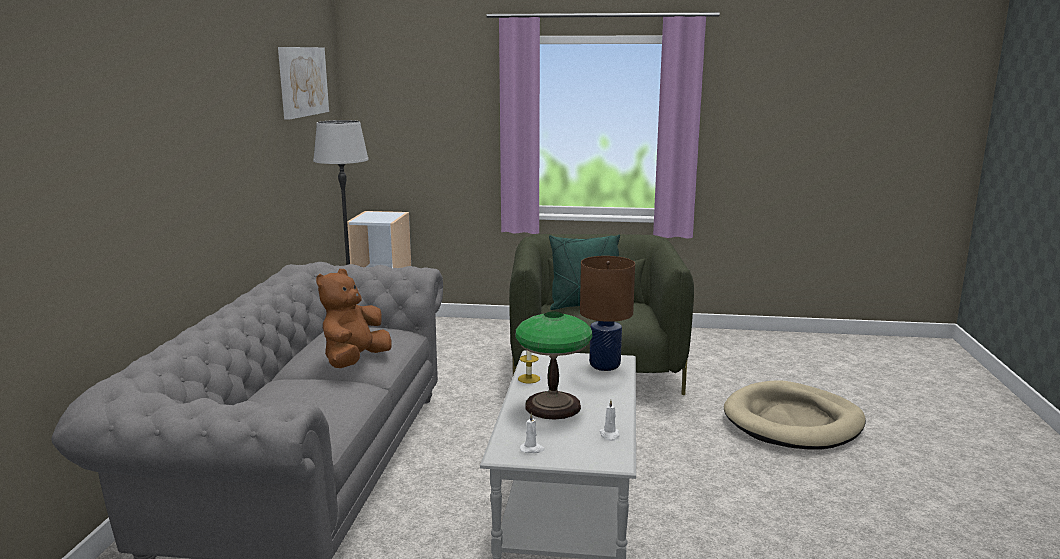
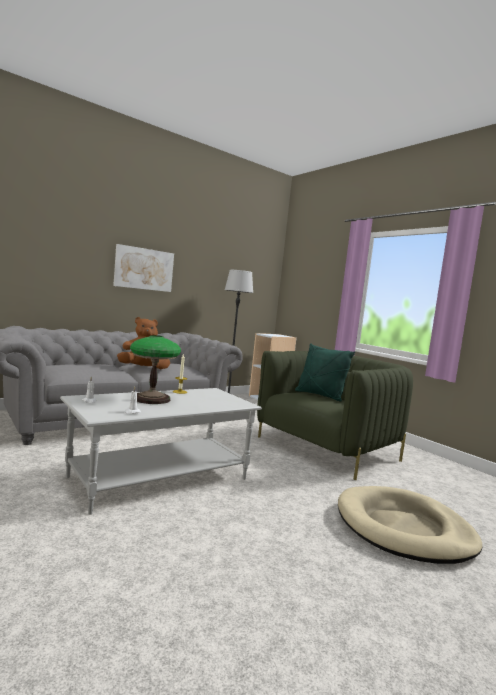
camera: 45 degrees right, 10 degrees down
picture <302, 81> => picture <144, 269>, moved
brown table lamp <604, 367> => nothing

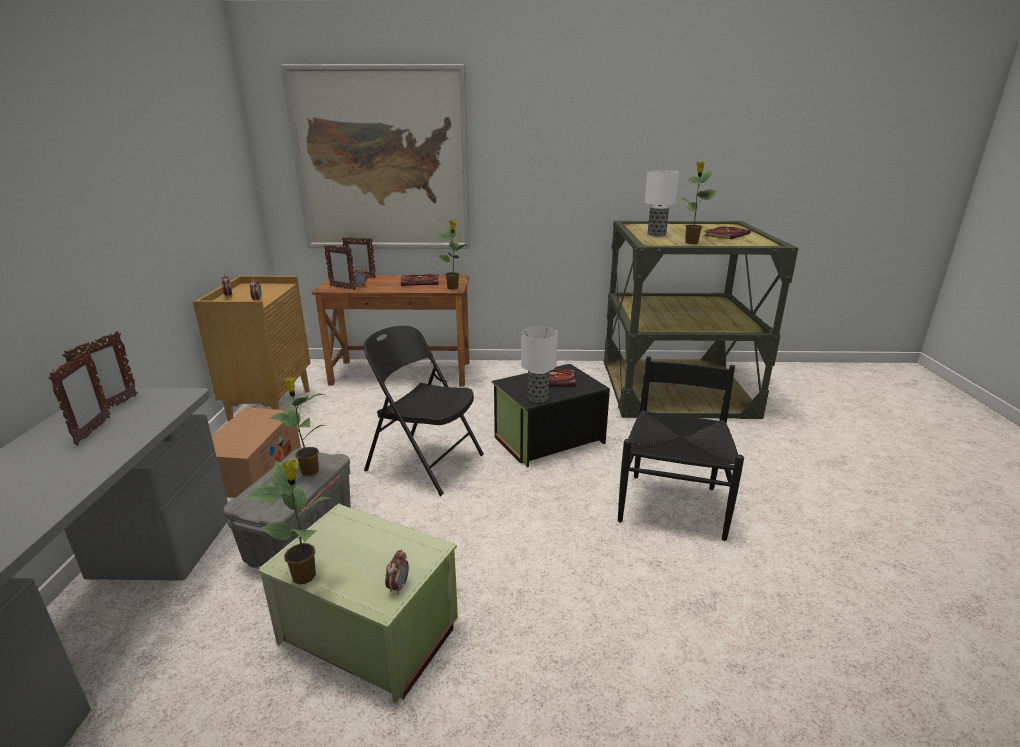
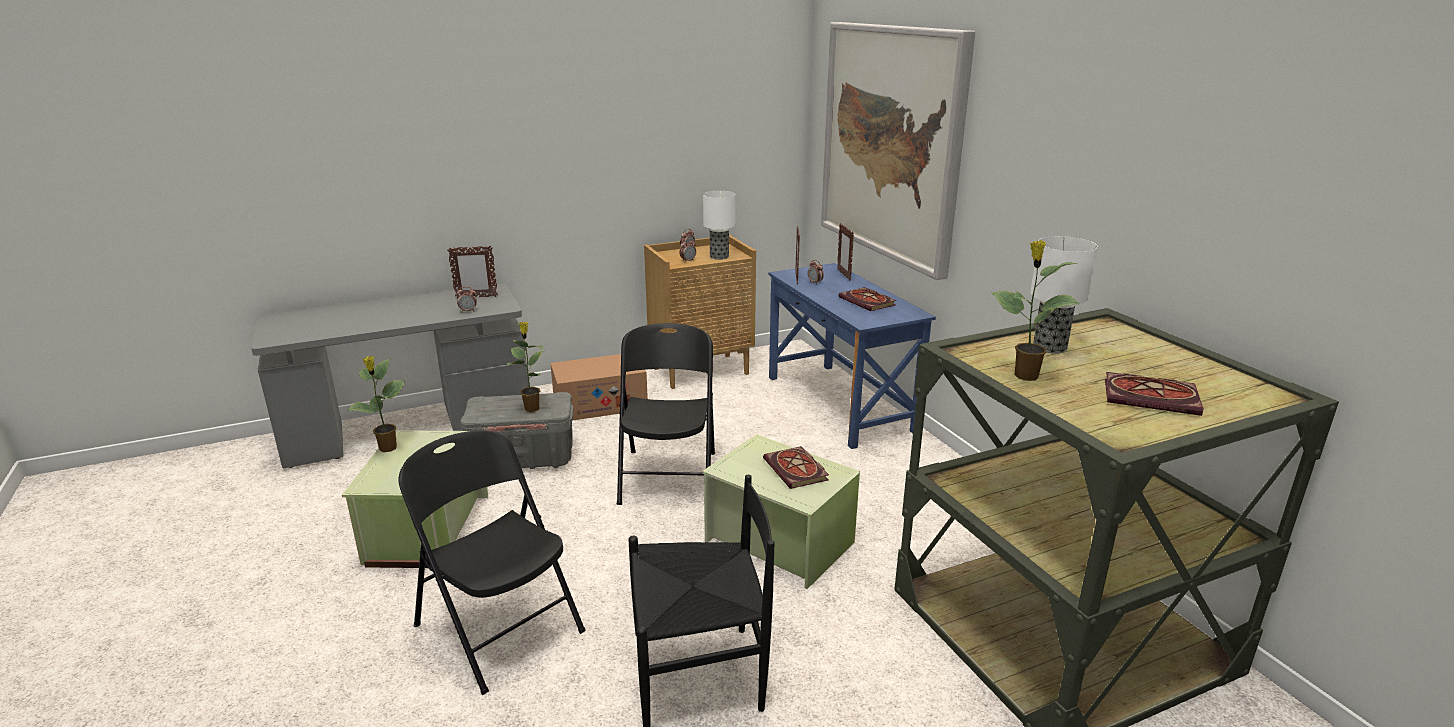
camera: 65 degrees right, 0 degrees up
potted plant <453, 288> => nothing
brown desk <402, 373> => blue desk <839, 403>
table lamp <538, 397> => table lamp <719, 257>, moved
picture frame <93, 431> => nothing
black storage box <547, 438> => green storage box <779, 540>
alarm clock <398, 586> => alarm clock <468, 311>, moved
nothing => black chair <499, 628>

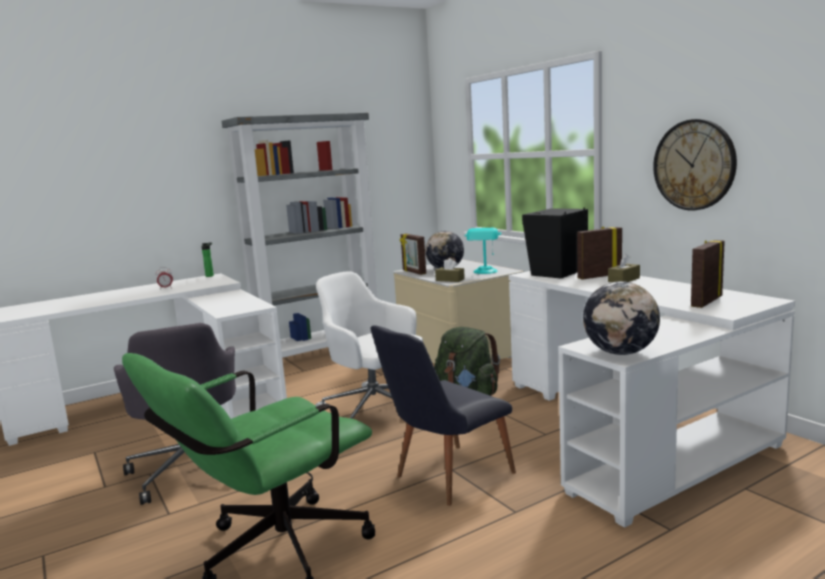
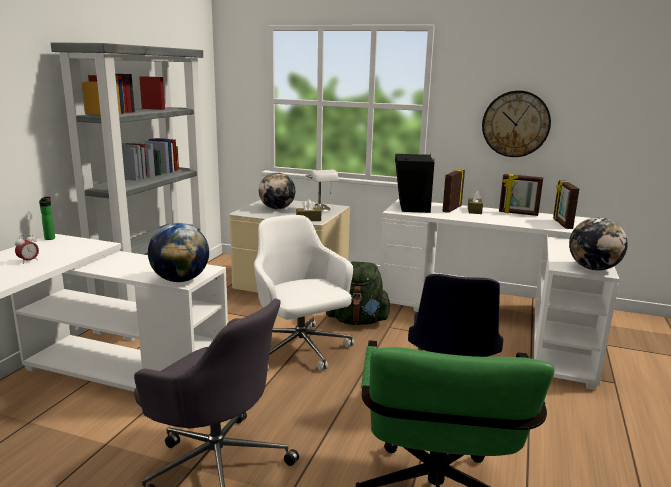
camera: 40 degrees left, 5 degrees up
turquoise table lamp <485, 272> => white table lamp <322, 210>
picture frame <413, 272> => picture frame <518, 213>, moved
white office chair <375, 408> => white office chair <300, 350>, 60 degrees clockwise
nothing => globe <180, 280>

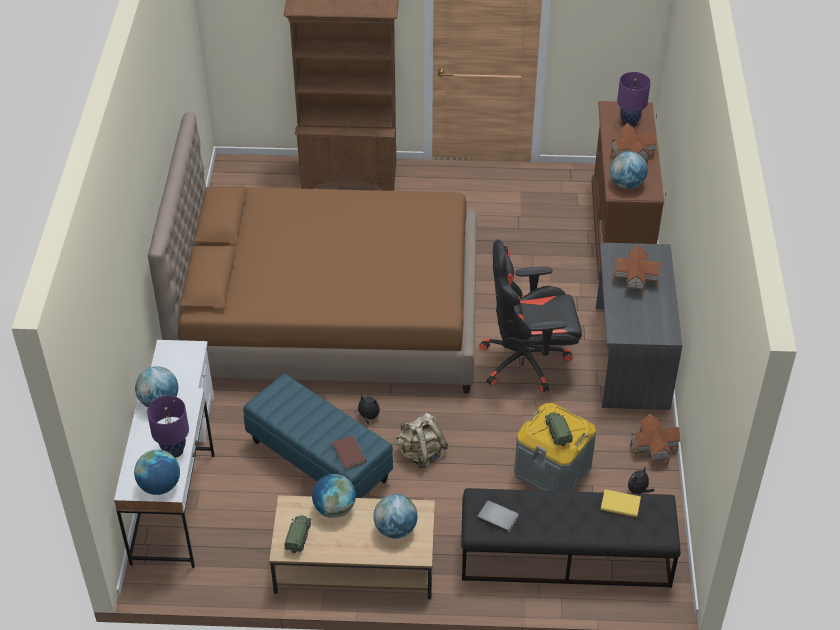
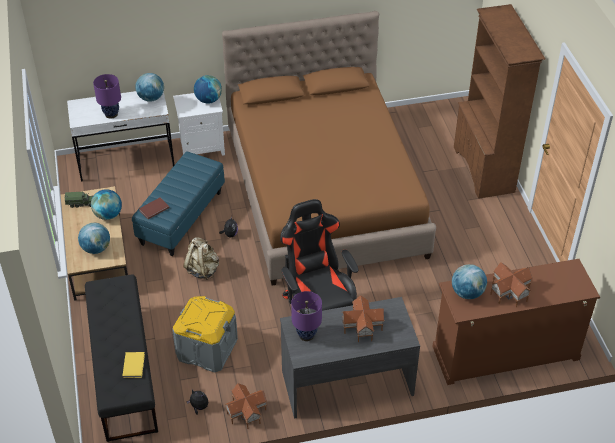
camera: 75 degrees right, 0 degrees up
purple table lamp <629, 122> => purple table lamp <306, 335>, moved
toy truck <557, 432> => nothing
globe <159, 486> => globe <208, 100>, moved
grey book <498, 516> => nothing

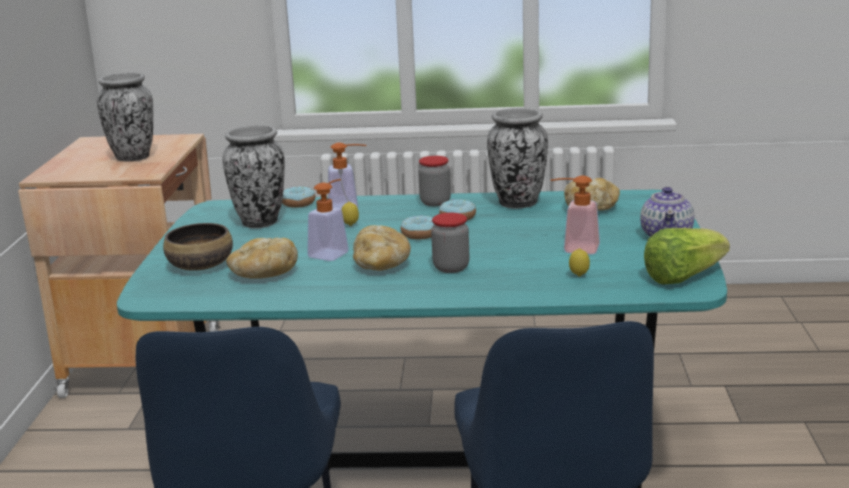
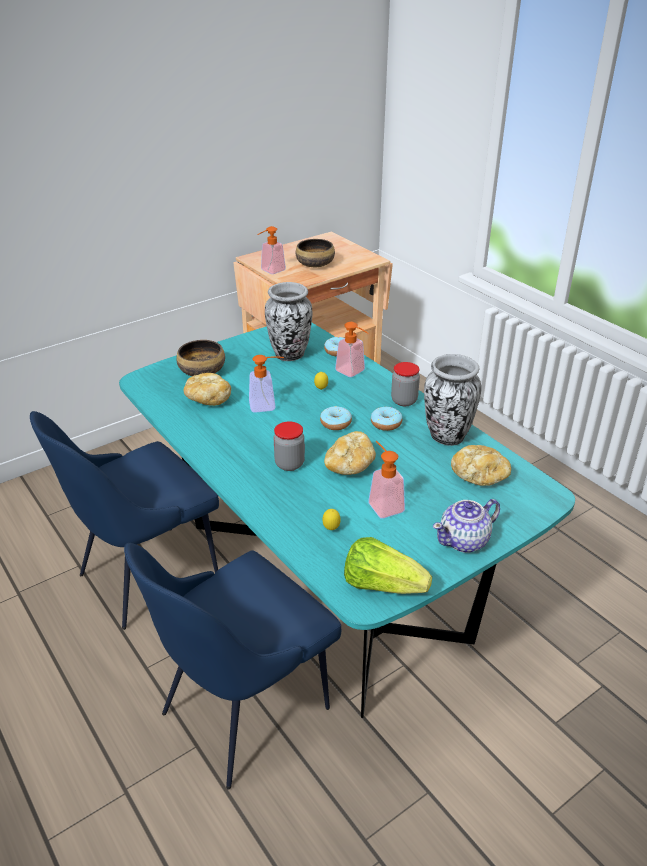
camera: 50 degrees right, 15 degrees up
vase <133, 157> => bowl <315, 264>
bread <381, 265> => bread <350, 466>, moved
nothing => soap dispenser <270, 271>

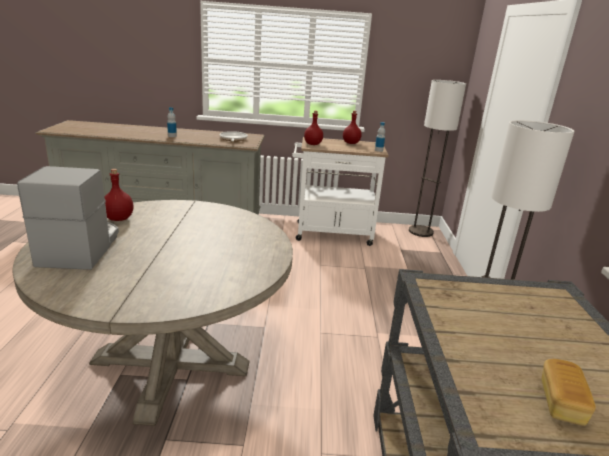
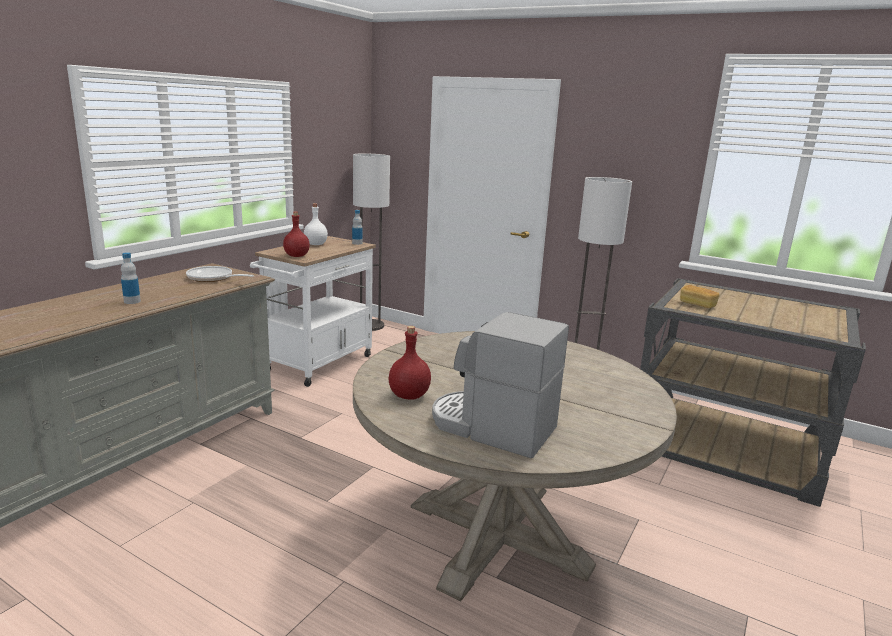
camera: 60 degrees left, 5 degrees down
red bottle <350, 143> => white bottle <315, 244>
bread <561, 402> => bread <697, 304>, moved

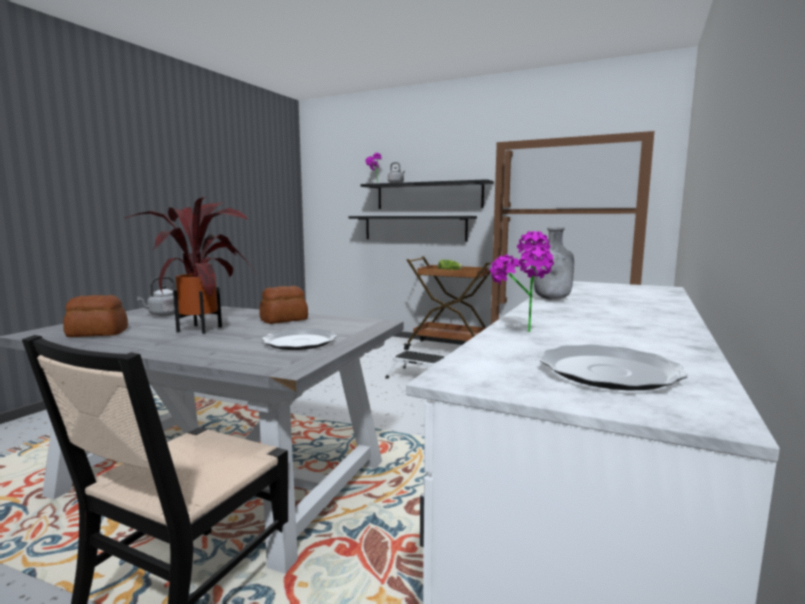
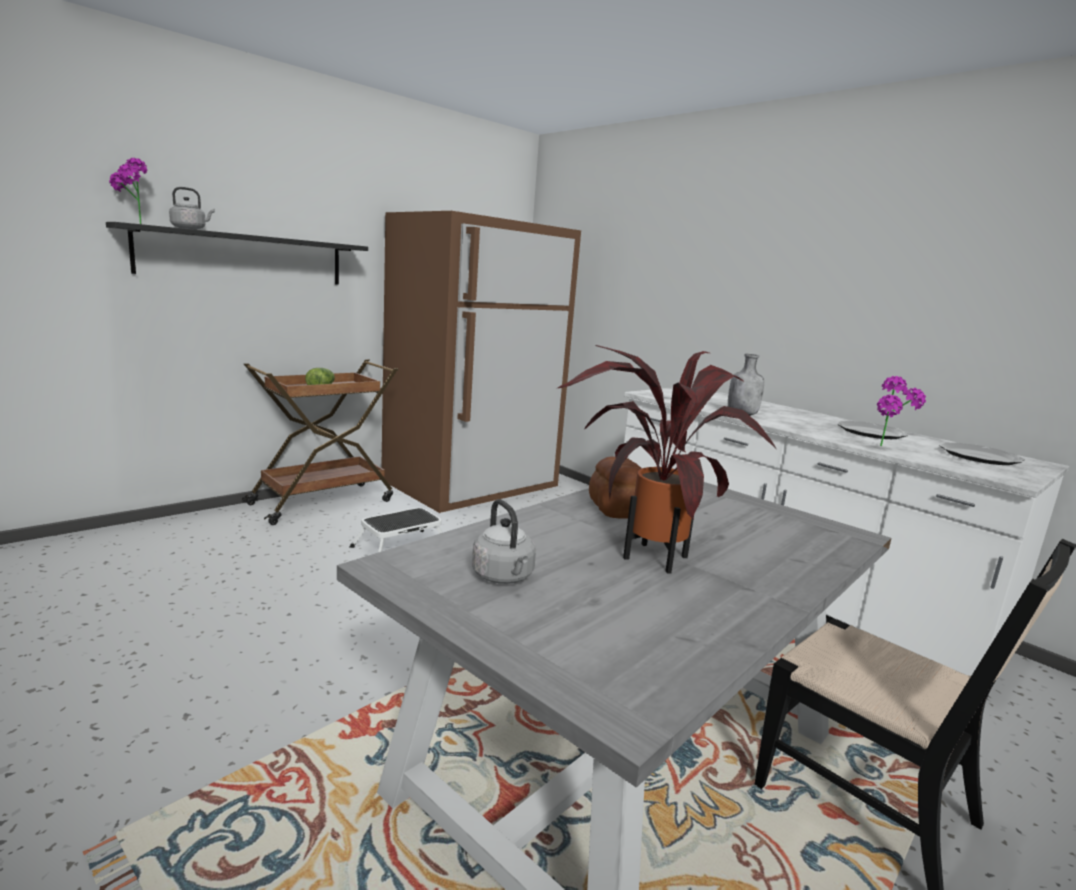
camera: 70 degrees left, 5 degrees up
black shelf <414, 228> => nothing
bread <97, 333> => nothing
plate <299, 342> => plate <871, 433>, moved

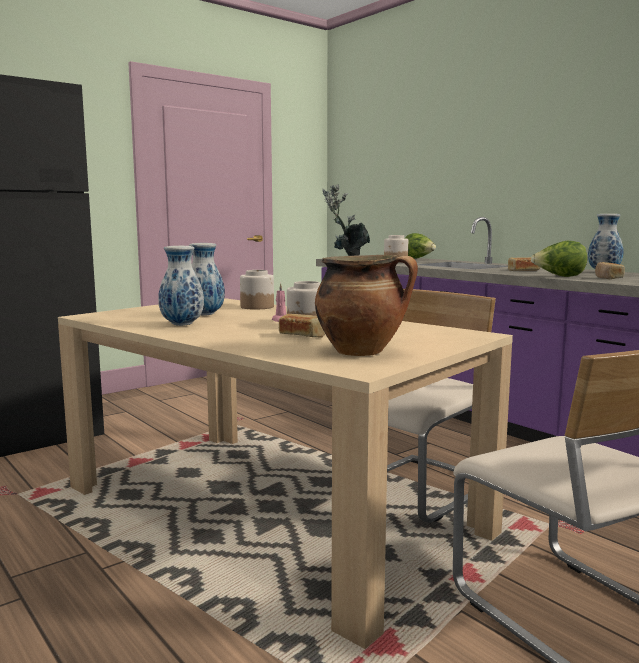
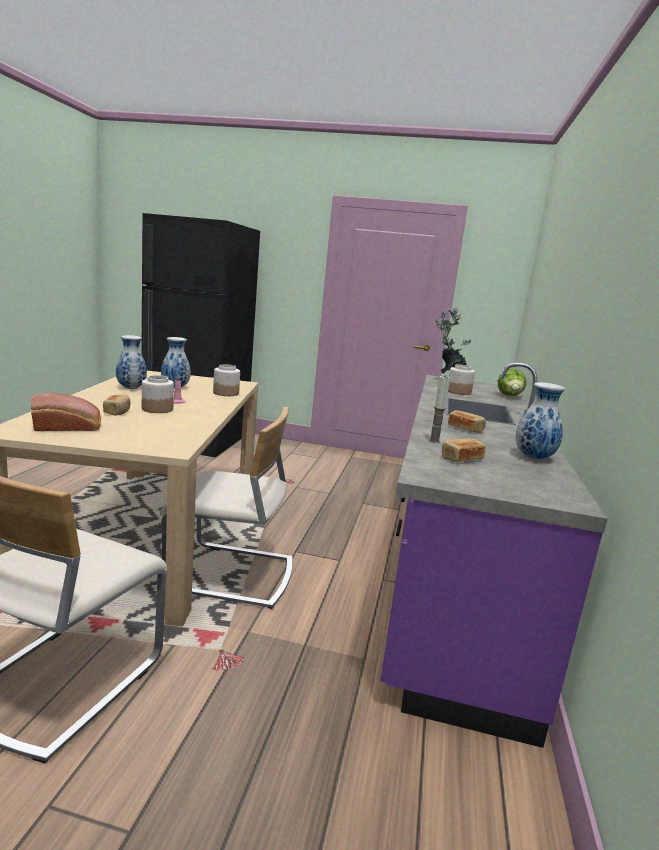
camera: 50 degrees right, 5 degrees up
lettuce <559, 276> => candle <434, 441>
cooking pot <362, 352> => bread <69, 427>

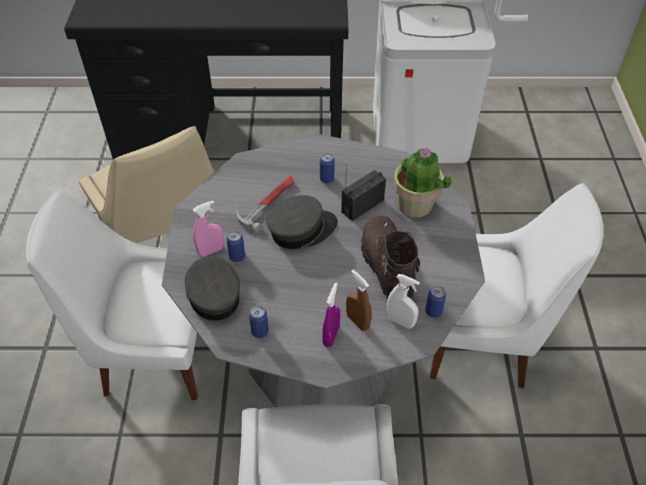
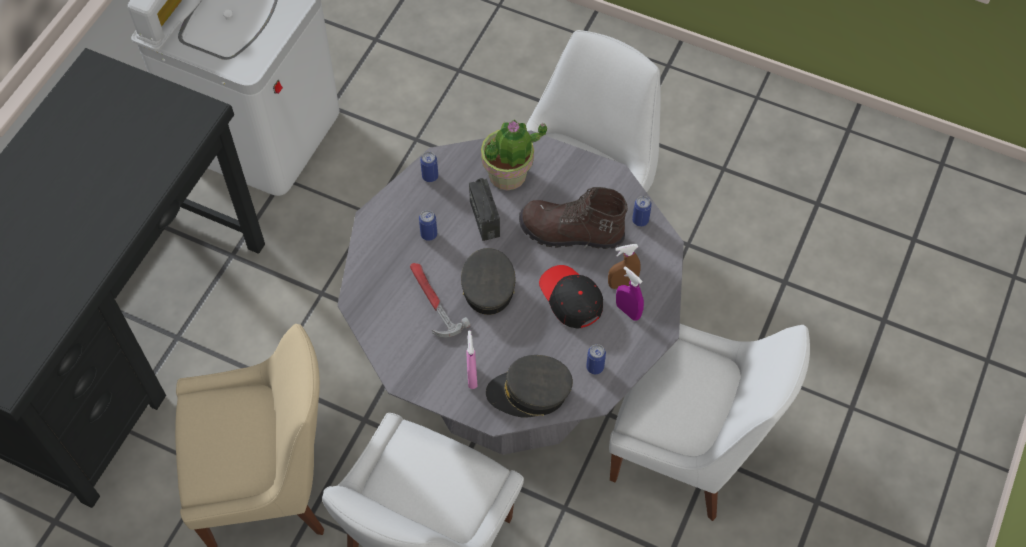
camera: 65 degrees left, 10 degrees up
can <237, 257> => can <430, 176>, moved
white spray bottle <400, 321> => nothing
nothing => black cap <570, 298>

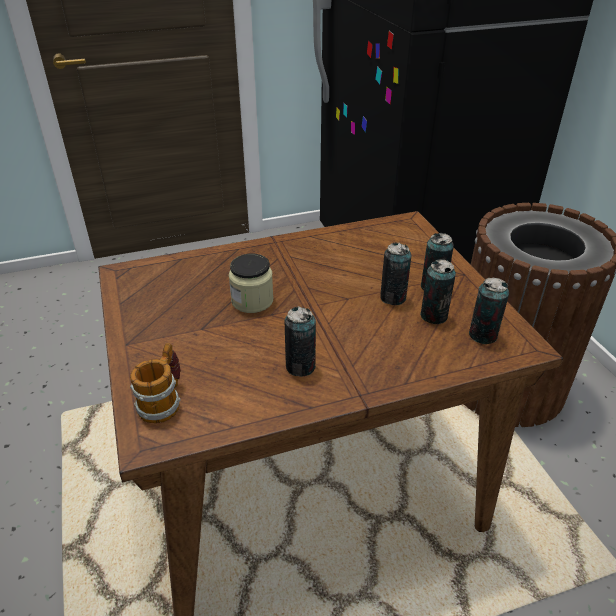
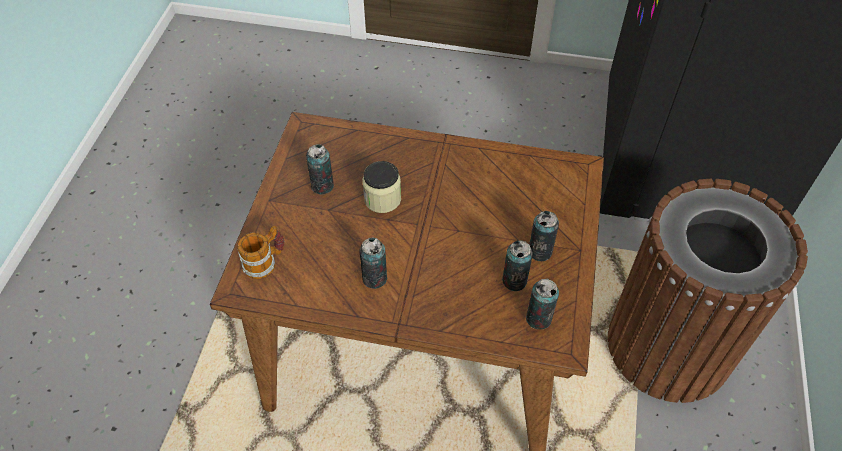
camera: 30 degrees right, 15 degrees up
can <393, 298> => can <322, 186>, moved

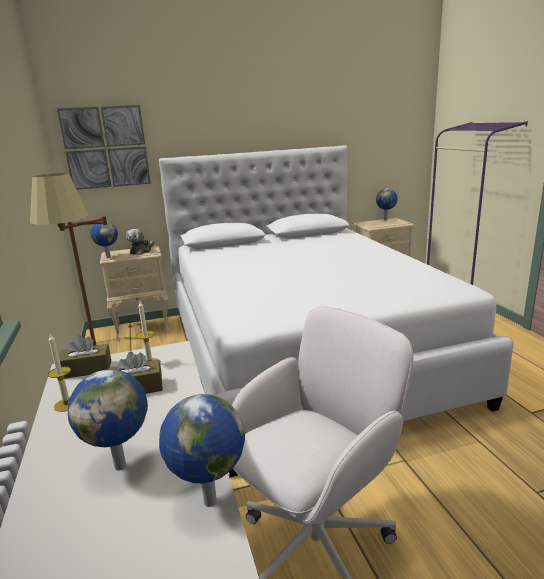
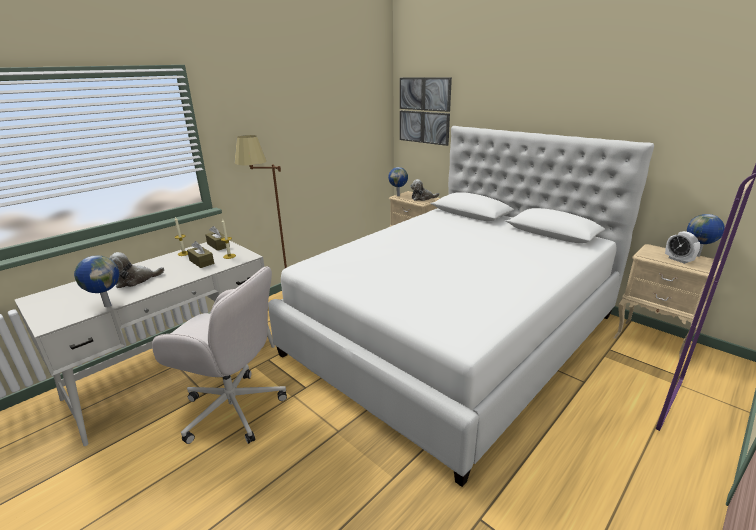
camera: 60 degrees right, 5 degrees up
globe <121, 465> => plush toy <135, 280>
nothing => alarm clock <678, 260>

